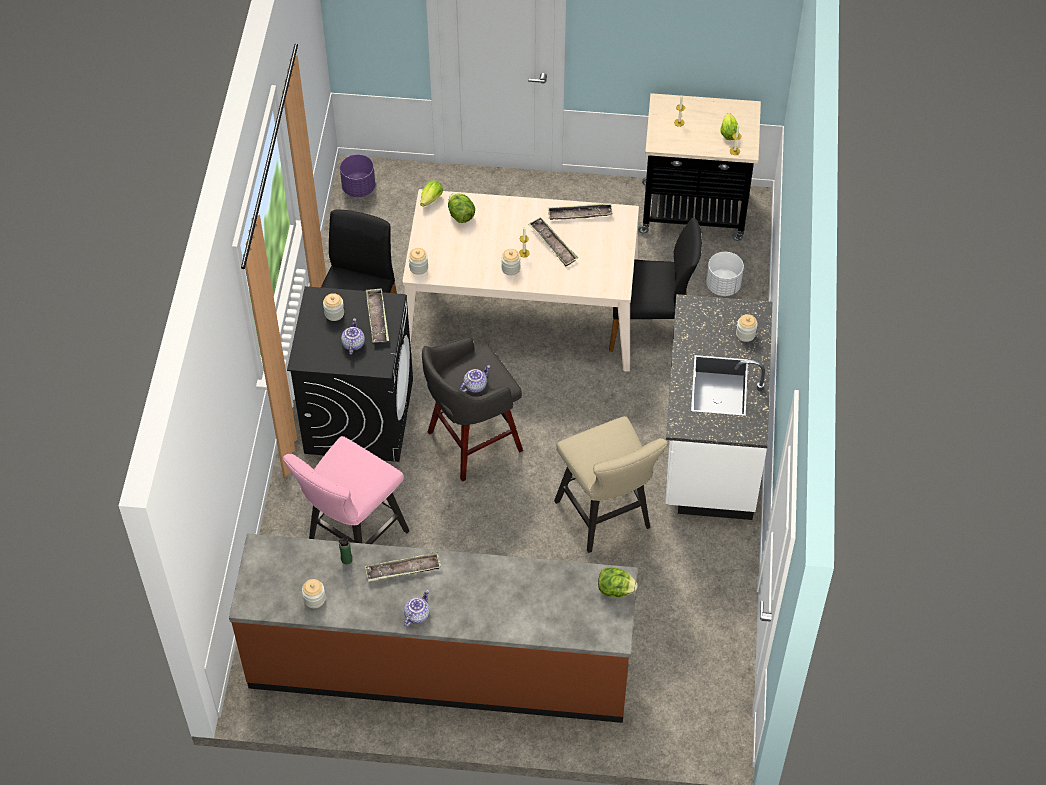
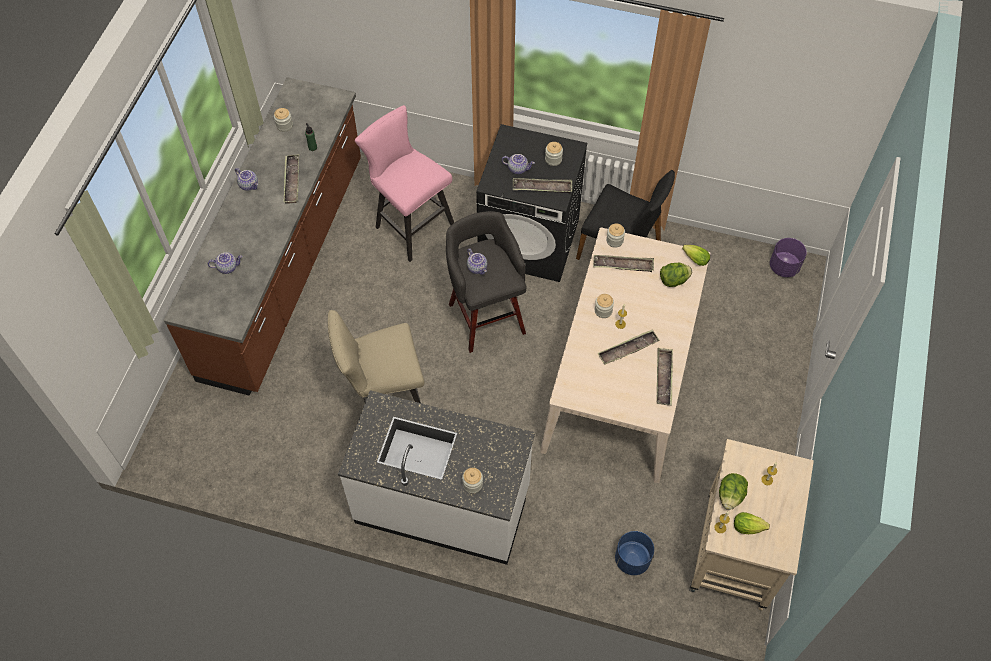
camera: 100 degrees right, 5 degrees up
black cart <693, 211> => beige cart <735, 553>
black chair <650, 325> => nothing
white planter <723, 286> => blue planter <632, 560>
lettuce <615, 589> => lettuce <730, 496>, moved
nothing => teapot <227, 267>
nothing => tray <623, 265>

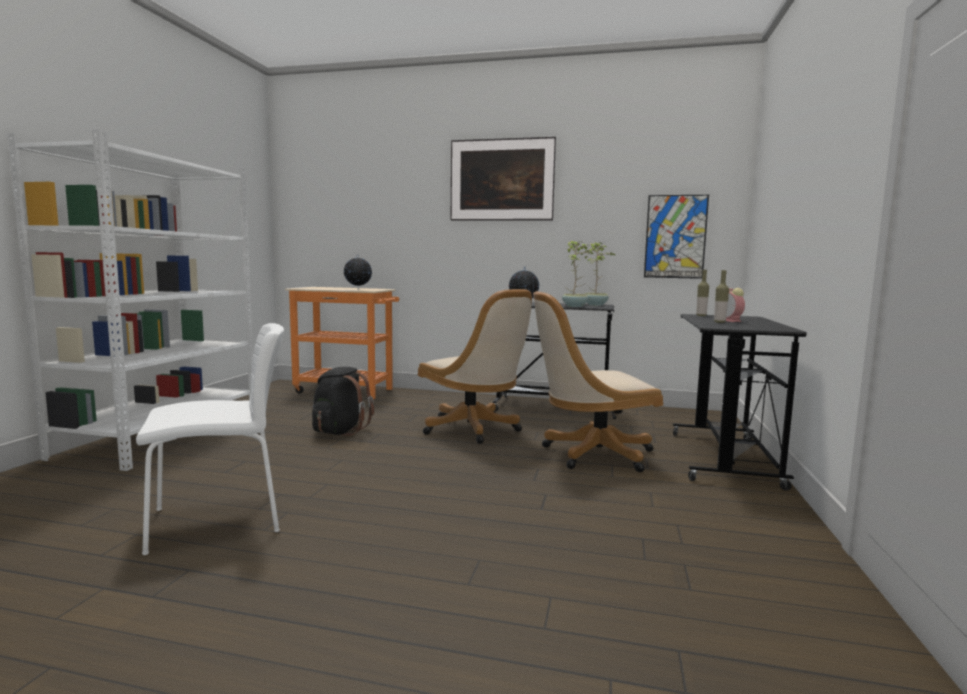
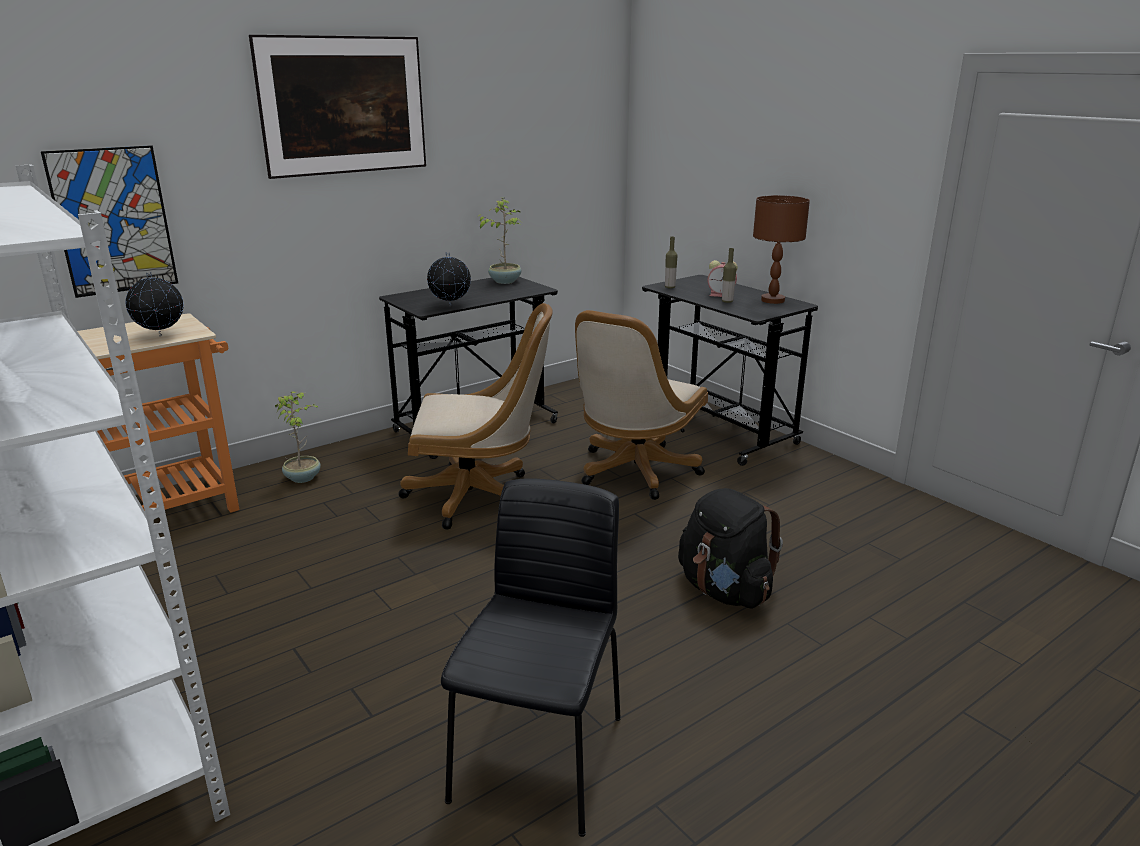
camera: 50 degrees left, 15 degrees up
picture <675, 236> => picture <113, 221>, moved
potted plant <575, 306> => potted plant <303, 477>, moved
white chair <222, 519> => black chair <540, 752>
black backpack <340, 431> => black backpack <724, 591>, moved
nothing => brown table lamp <772, 300>

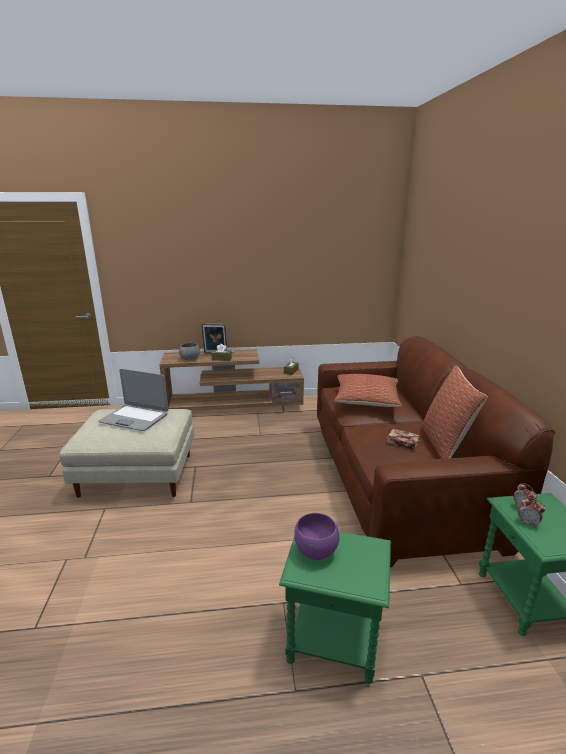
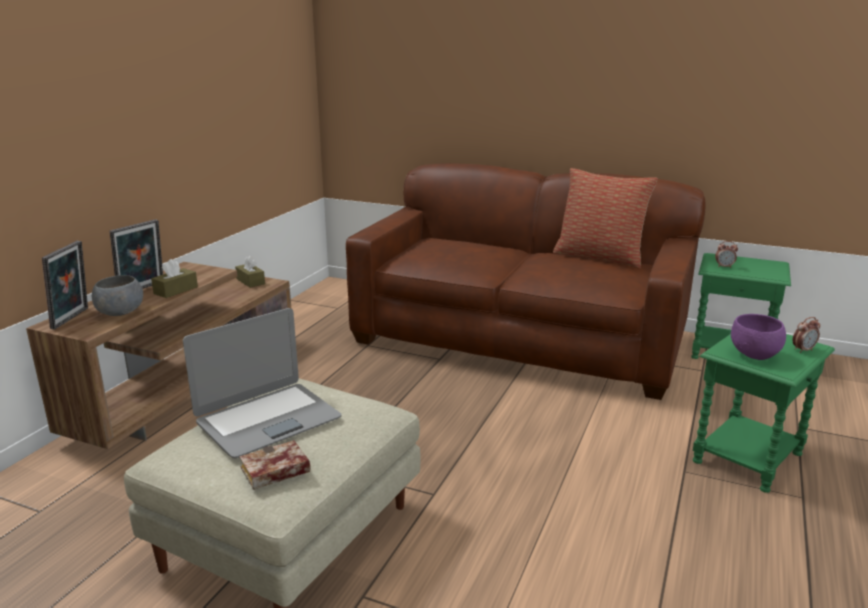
camera: 60 degrees left, 0 degrees up
pillow <366, 399> => nothing
book <401, 442> => book <273, 472>, moved
alarm clock <528, 523> => alarm clock <803, 350>, moved
nothing => picture frame <73, 318>

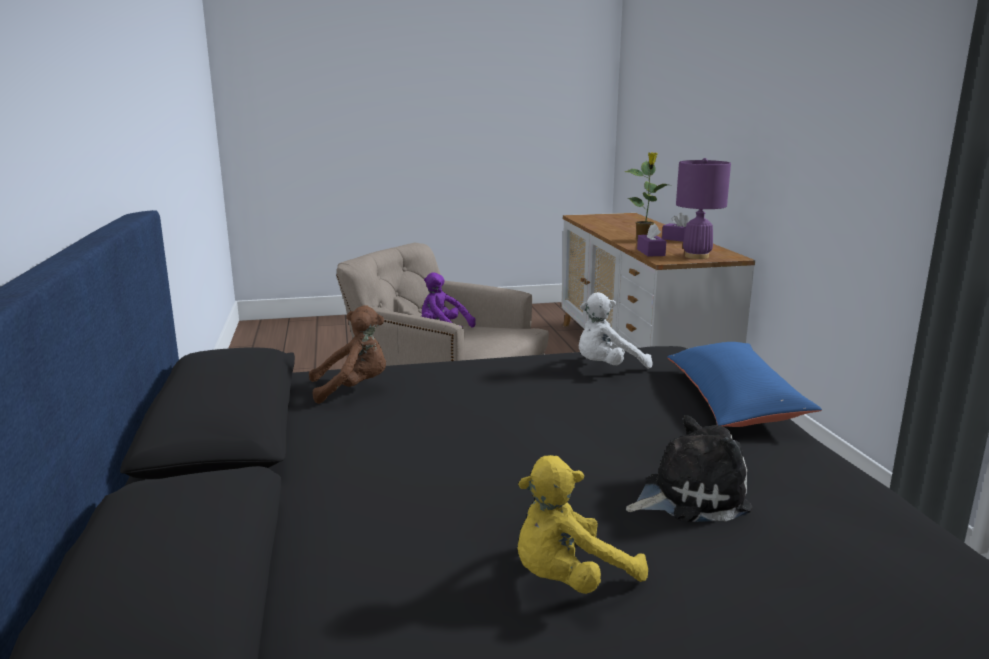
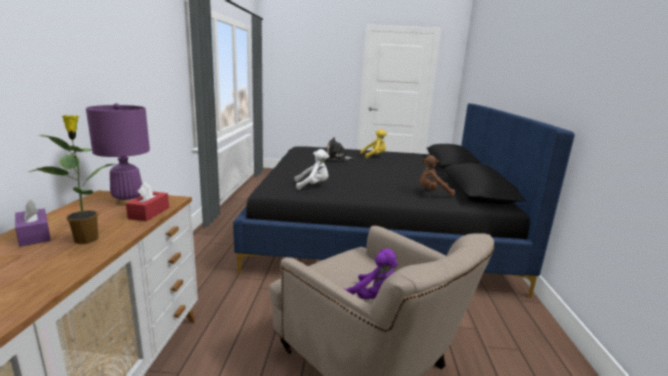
camera: 165 degrees left, 0 degrees up
purple tissue box <650, 252> => red tissue box <149, 213>
blue pillow <733, 401> => nothing

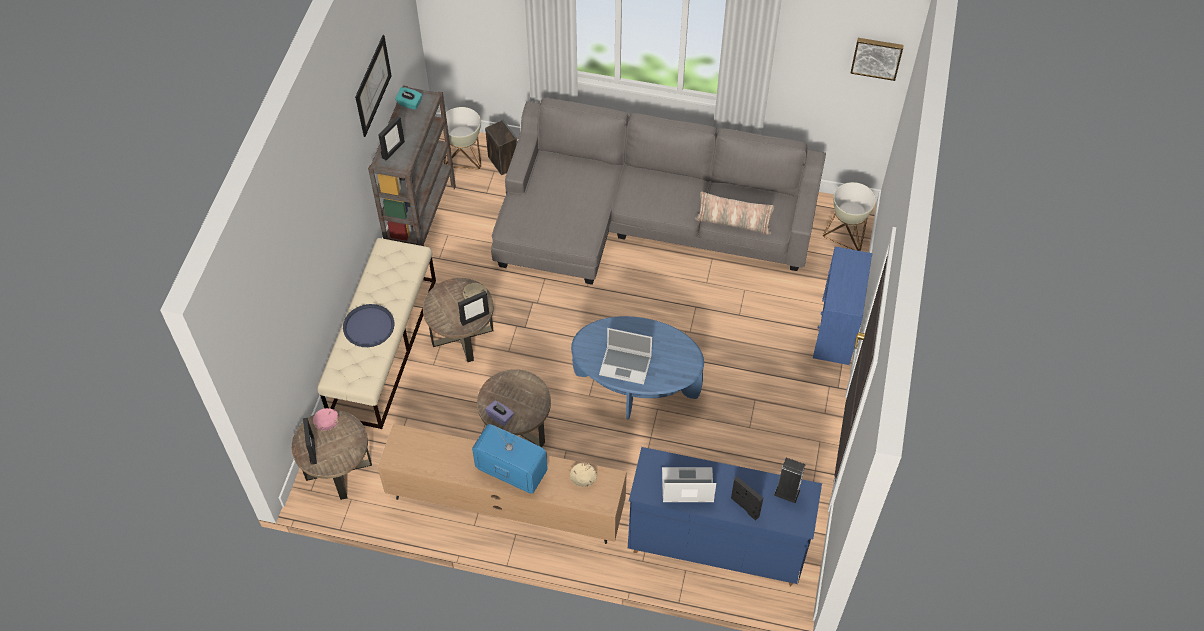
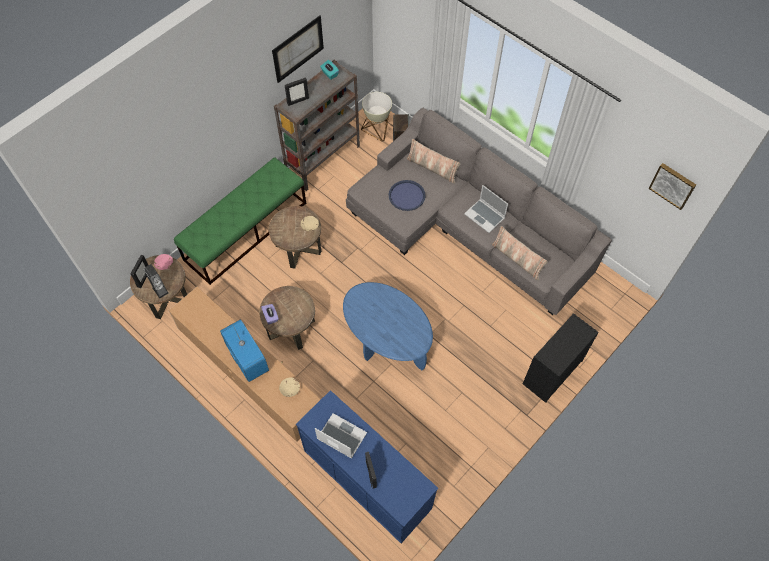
camera: 30 degrees right, 5 degrees up
planter <846, 235> => nothing
beige bench <383, 346> => green bench <246, 231>
blue dresser <836, 331> => black dresser <552, 373>
picture frame <474, 318> => nothing
blue tray <368, 326> => blue tray <406, 196>, moved
laptop <626, 365> => laptop <485, 216>, moved
speaker <787, 493> => speaker <160, 290>, moved
nothing => pillow <432, 168>

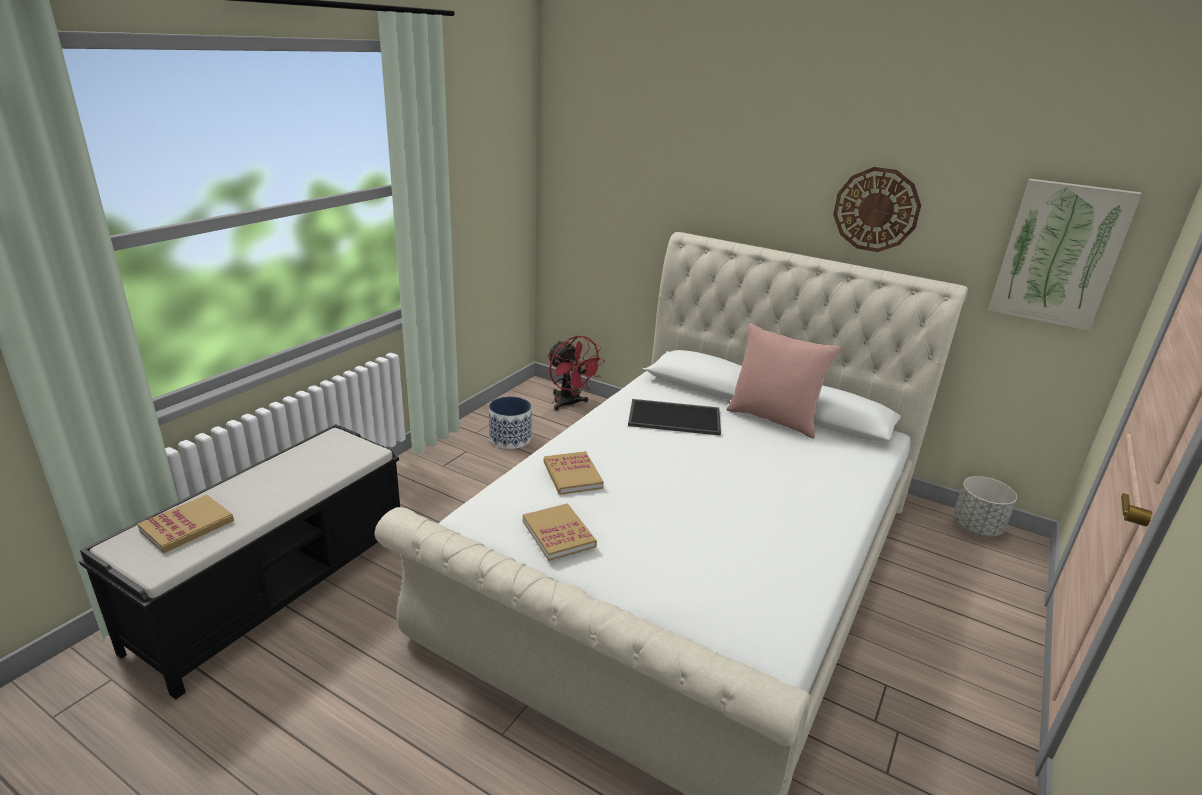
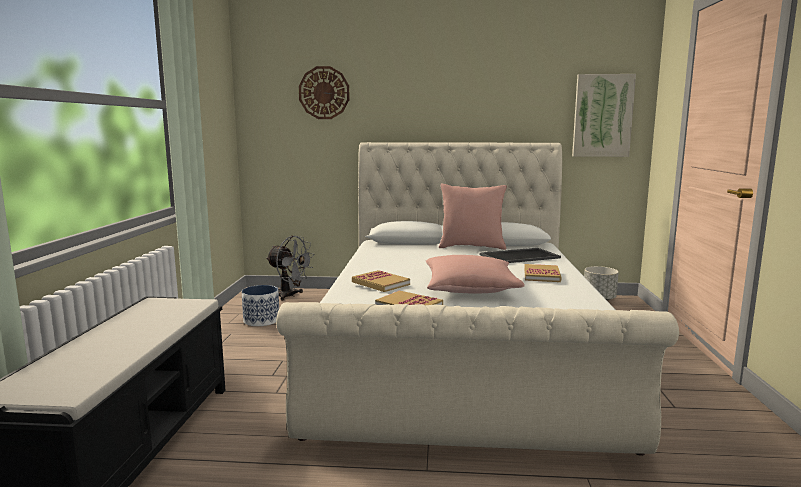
camera: 25 degrees left, 15 degrees down
wall clock <876, 209> => wall clock <324, 93>, moved
red fan <569, 404> => grey fan <290, 295>
tray <675, 417> => tray <519, 256>, moved
book <187, 526> => book <541, 275>, moved
nothing => pink pillow <470, 289>

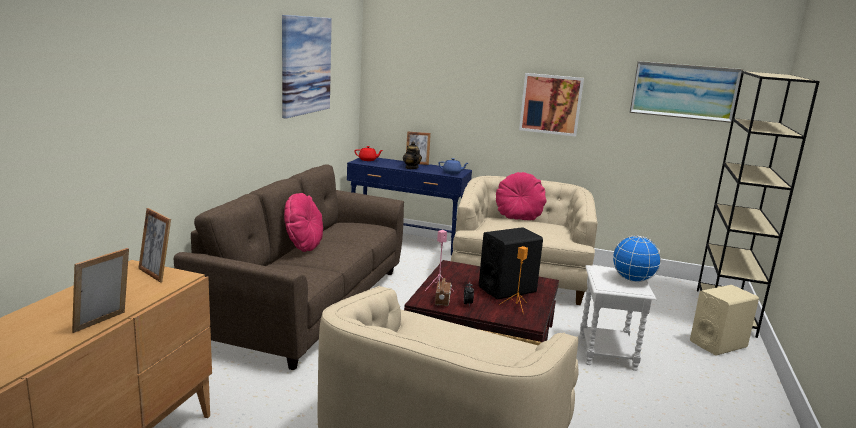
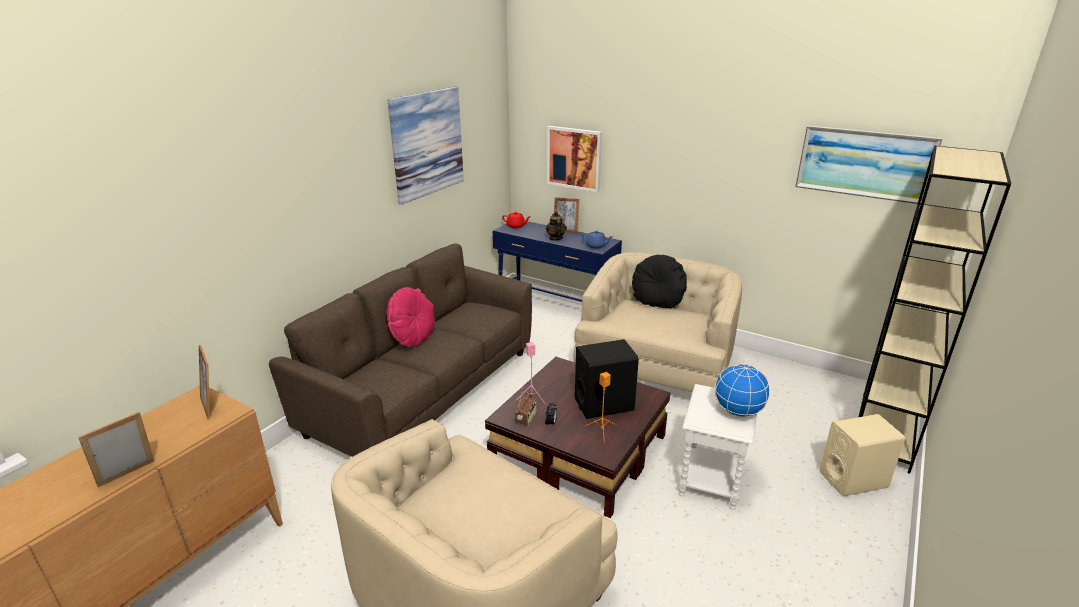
camera: 15 degrees right, 10 degrees up
picture <551, 104> => picture <574, 158>, moved
pink pillow <518, 218> => black pillow <657, 304>

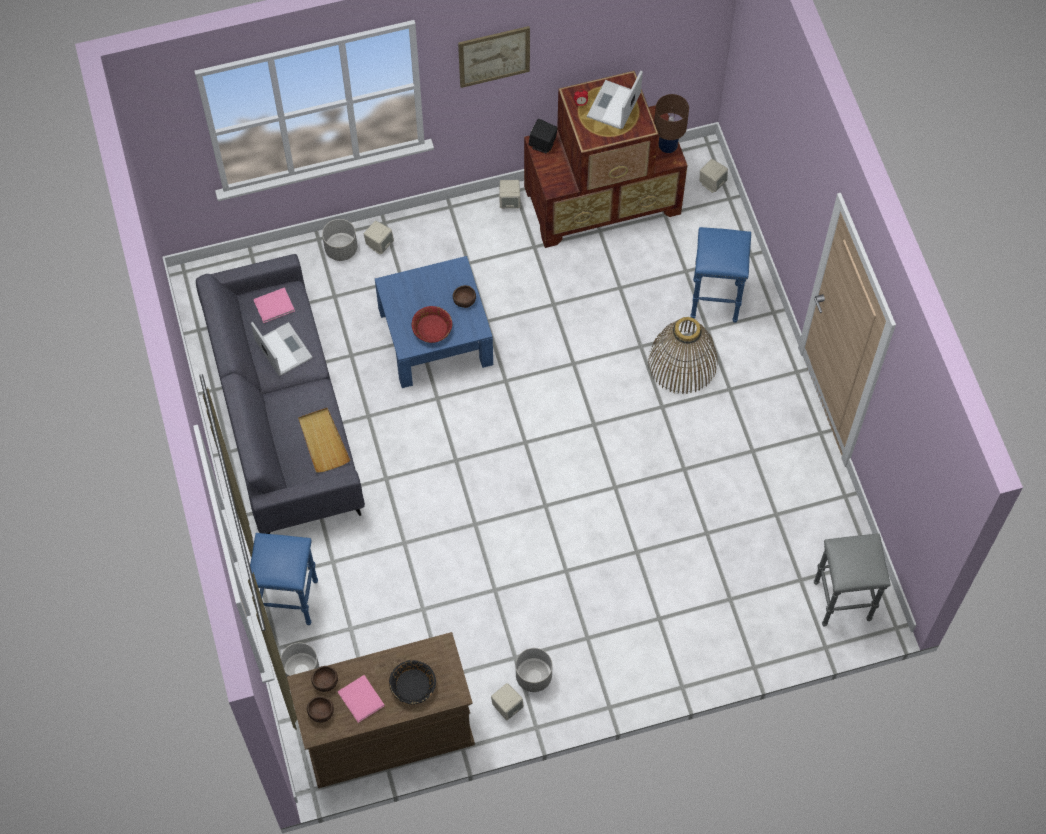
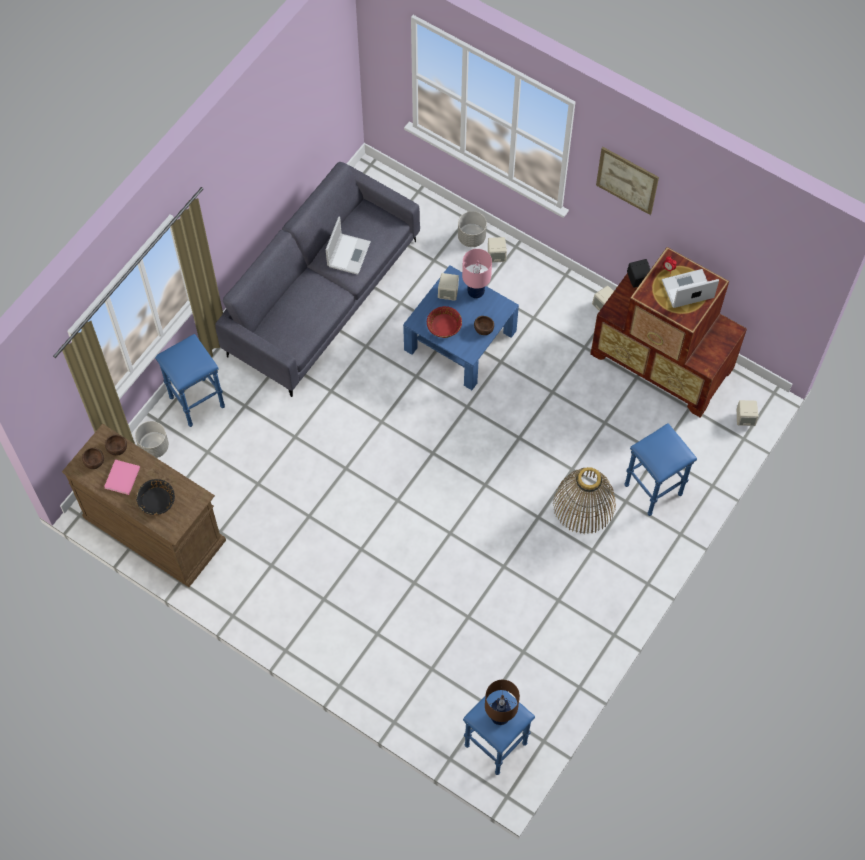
camera: 50 degrees right, 0 degrees up
brown table lamp <667, 146> => brown table lamp <500, 716>, moved
pink book <275, 305> => nothing
beige tray <323, 441> => nothing
grey stool <841, 602> => blue stool <494, 744>
grey planter <533, 676> => nothing
beige speaker <507, 706> => beige speaker <448, 293>, moved
nothing => pink table lamp <475, 292>

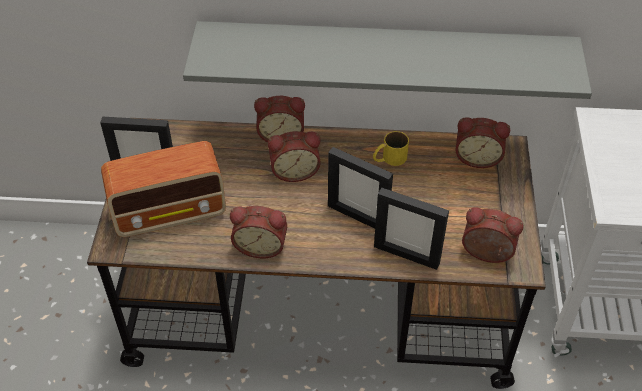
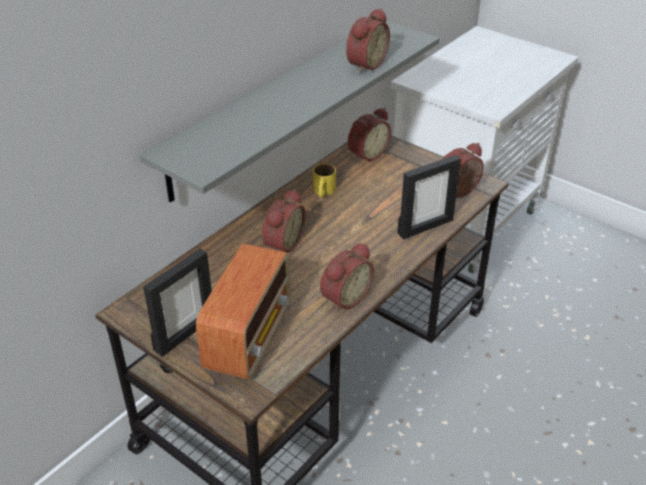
camera: 55 degrees left, 10 degrees down
alarm clock <281, 135> => alarm clock <364, 64>, moved
picture frame <358, 215> => nothing

